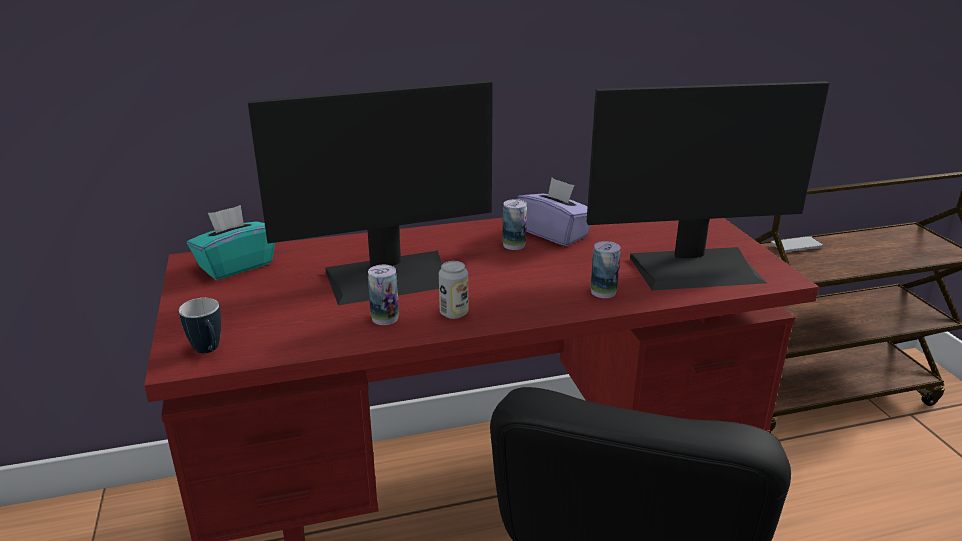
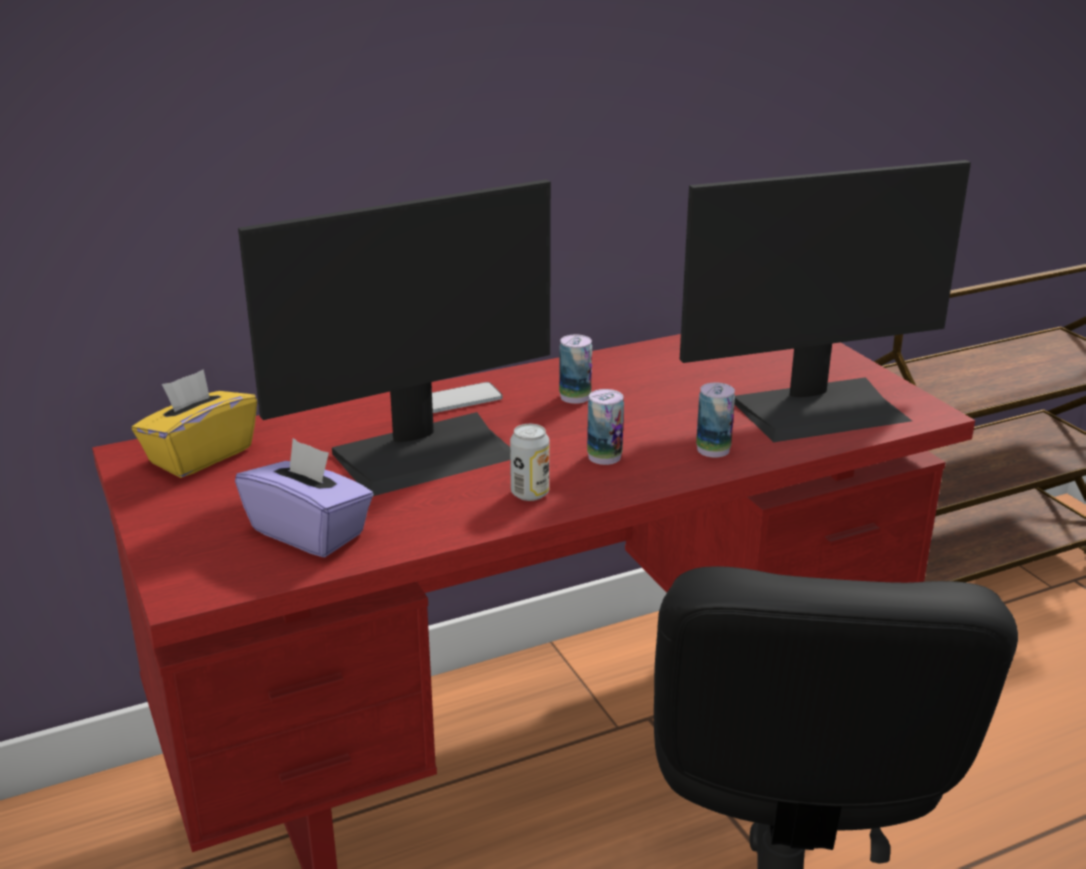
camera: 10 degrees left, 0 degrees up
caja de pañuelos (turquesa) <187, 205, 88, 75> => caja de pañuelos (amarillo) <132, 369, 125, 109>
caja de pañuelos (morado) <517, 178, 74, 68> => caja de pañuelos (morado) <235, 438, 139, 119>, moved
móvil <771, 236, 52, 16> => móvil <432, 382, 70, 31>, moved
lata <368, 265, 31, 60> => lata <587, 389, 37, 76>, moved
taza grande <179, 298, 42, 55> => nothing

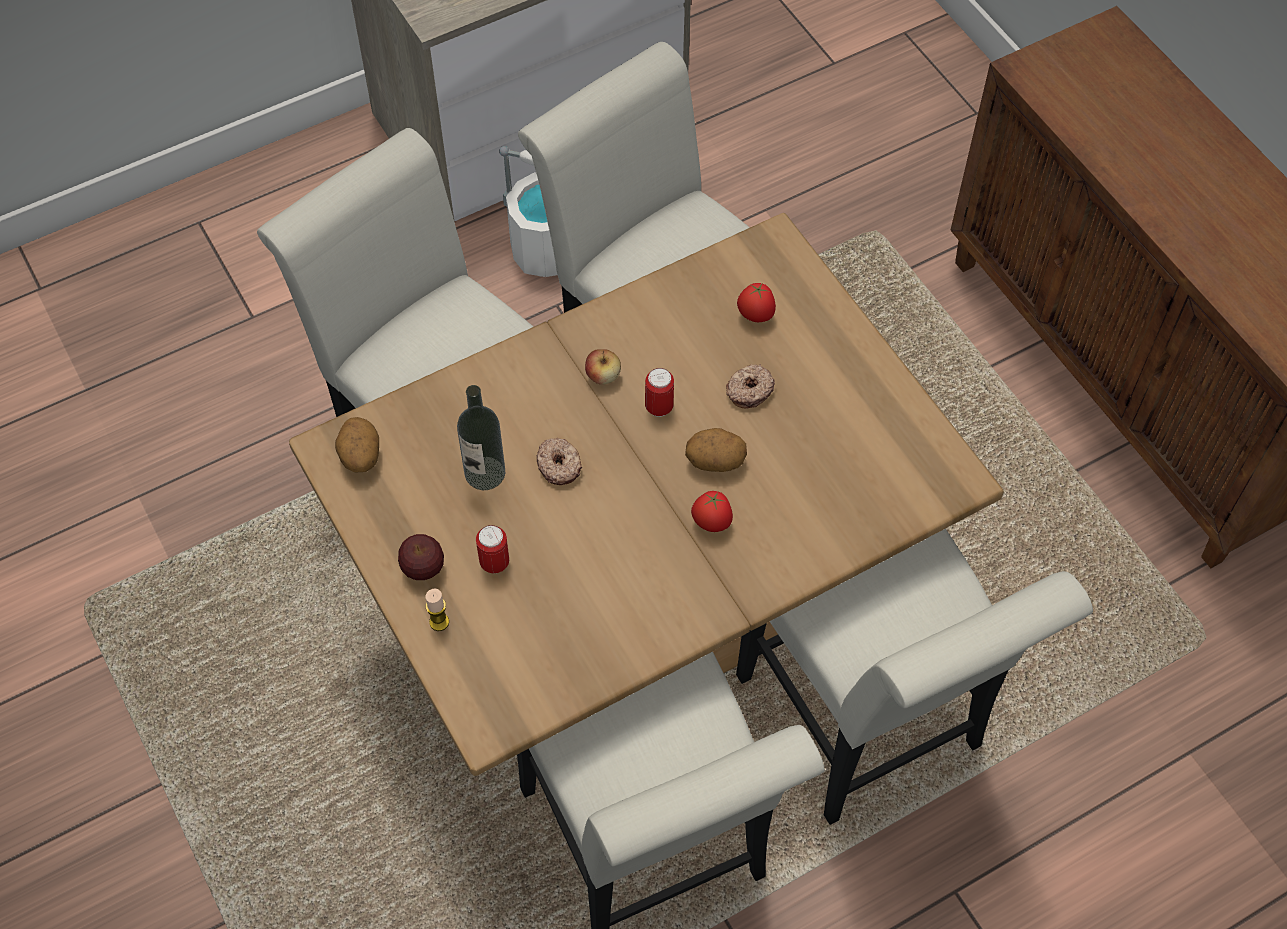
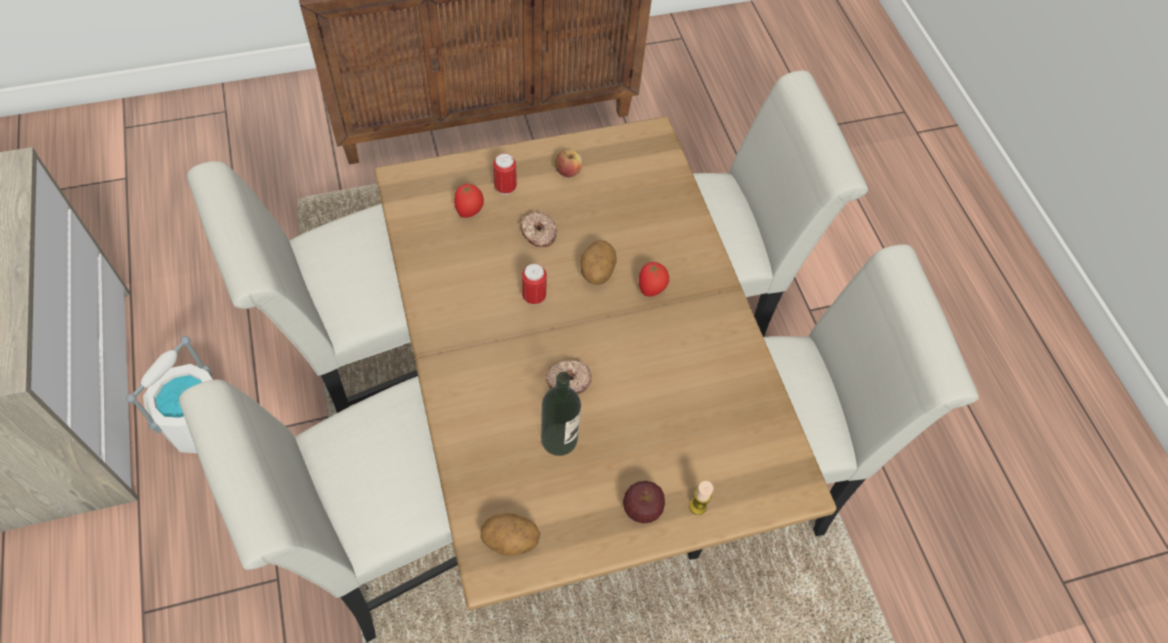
camera: 80 degrees left, 0 degrees up
lata <476, 525, 33, 48> => lata <493, 153, 24, 42>, moved
manzana <585, 349, 36, 36> => manzana <555, 149, 27, 28>, moved

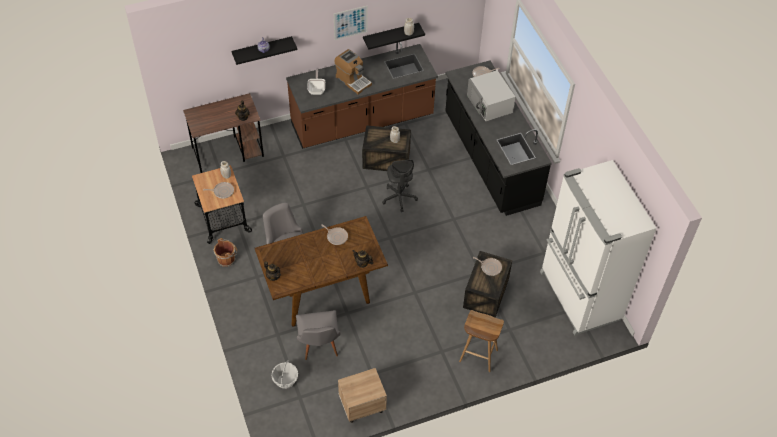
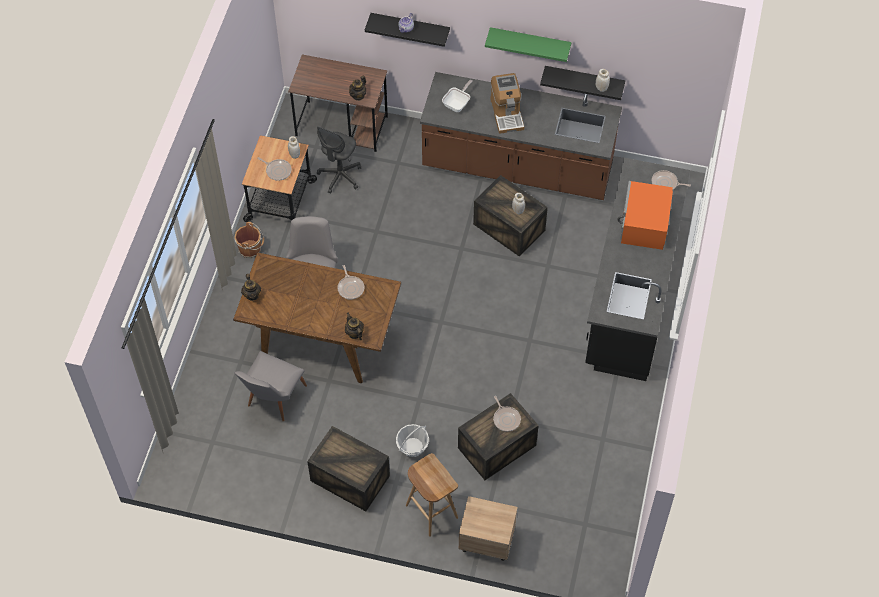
camera: 35 degrees right, 5 degrees up
nothing => caja de embalaje <307, 426, 83, 85>
silla de oficina (gris) <382, 160, 36, 52> => silla de oficina (gris) <317, 127, 44, 67>, moved
cesta <272, 360, 26, 29> => cesta <396, 424, 33, 33>, moved
mesita de noche (beis) <338, 368, 49, 55> => mesita de noche (beis) <458, 496, 60, 65>, moved
cuadro <334, 6, 33, 34> => estante (verde) <485, 27, 86, 35>
microondas (blanco) <467, 70, 48, 51> => microondas (naranja) <617, 181, 56, 69>
nevera (blanco) <540, 160, 117, 175> => nothing

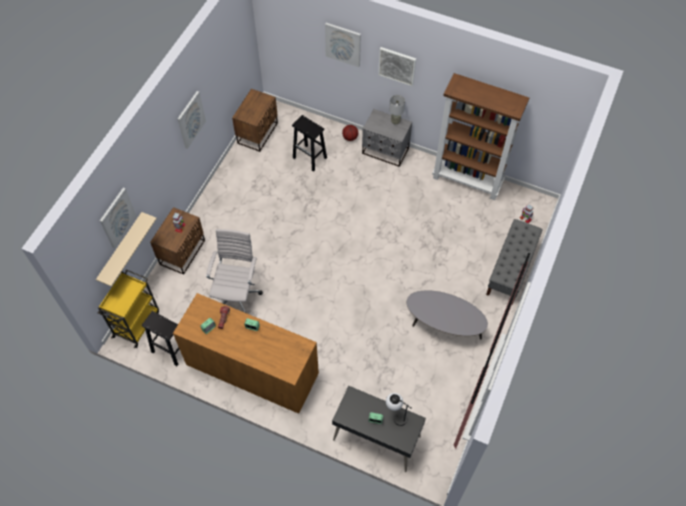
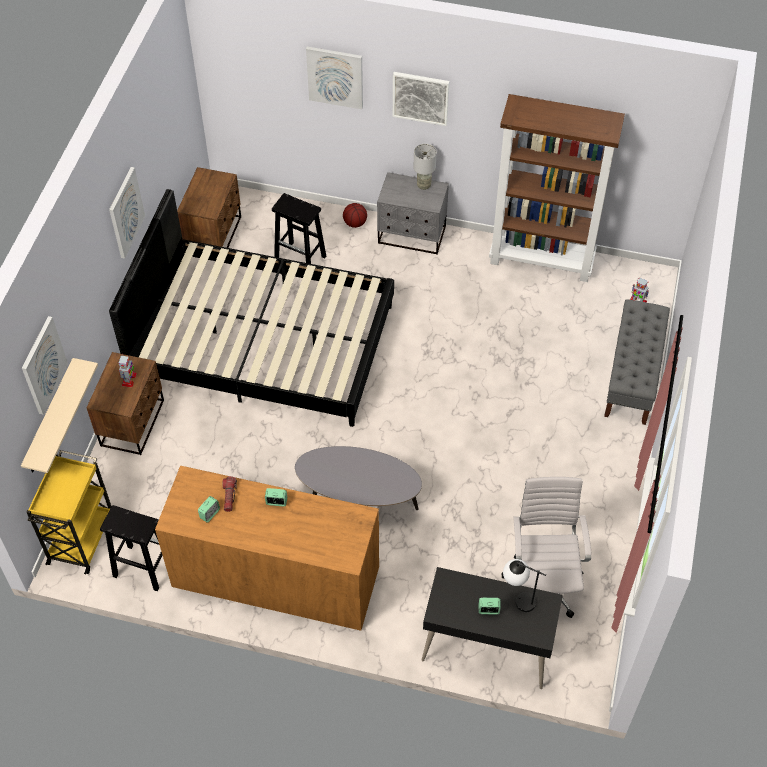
camera: 10 degrees left, 5 degrees down
nothing => cama (negro) <109, 189, 285, 238>
mesa de centro (gris) <407, 290, 81, 49> => mesa de centro (gris) <295, 446, 127, 64>, moved
silla de oficina (blanco) <206, 229, 57, 84> => silla de oficina (blanco) <501, 477, 91, 141>, moved

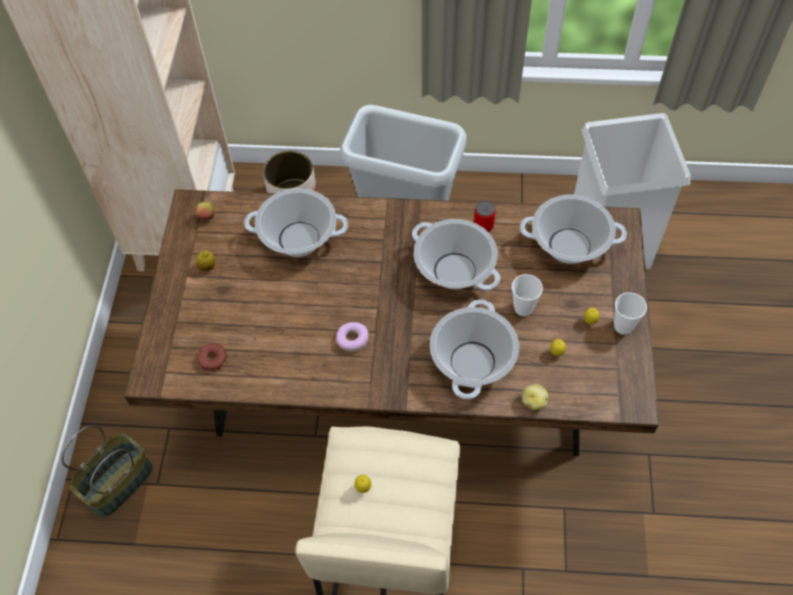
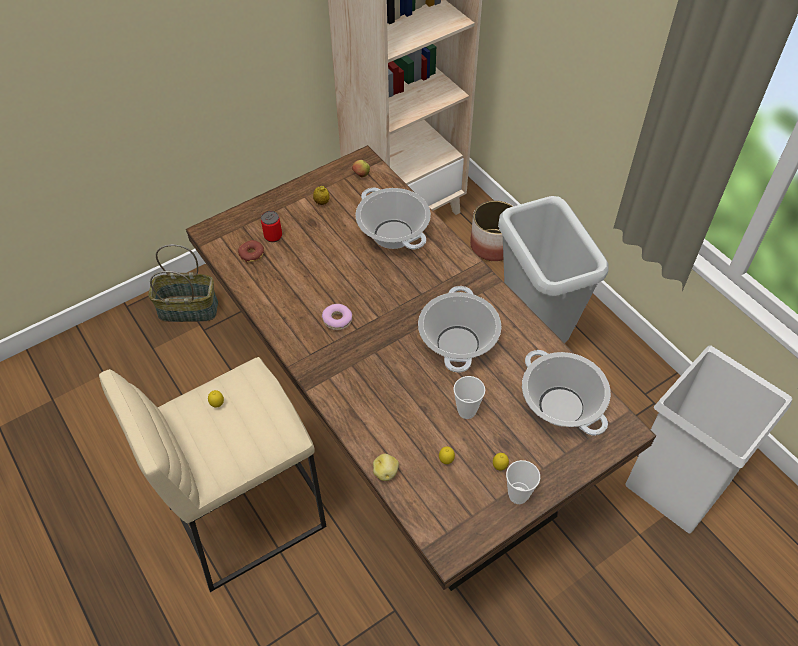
camera: 50 degrees right, 5 degrees down
lata <474, 200, 22, 32> => lata <261, 211, 21, 31>, moved
olla <430, 299, 89, 100> => nothing

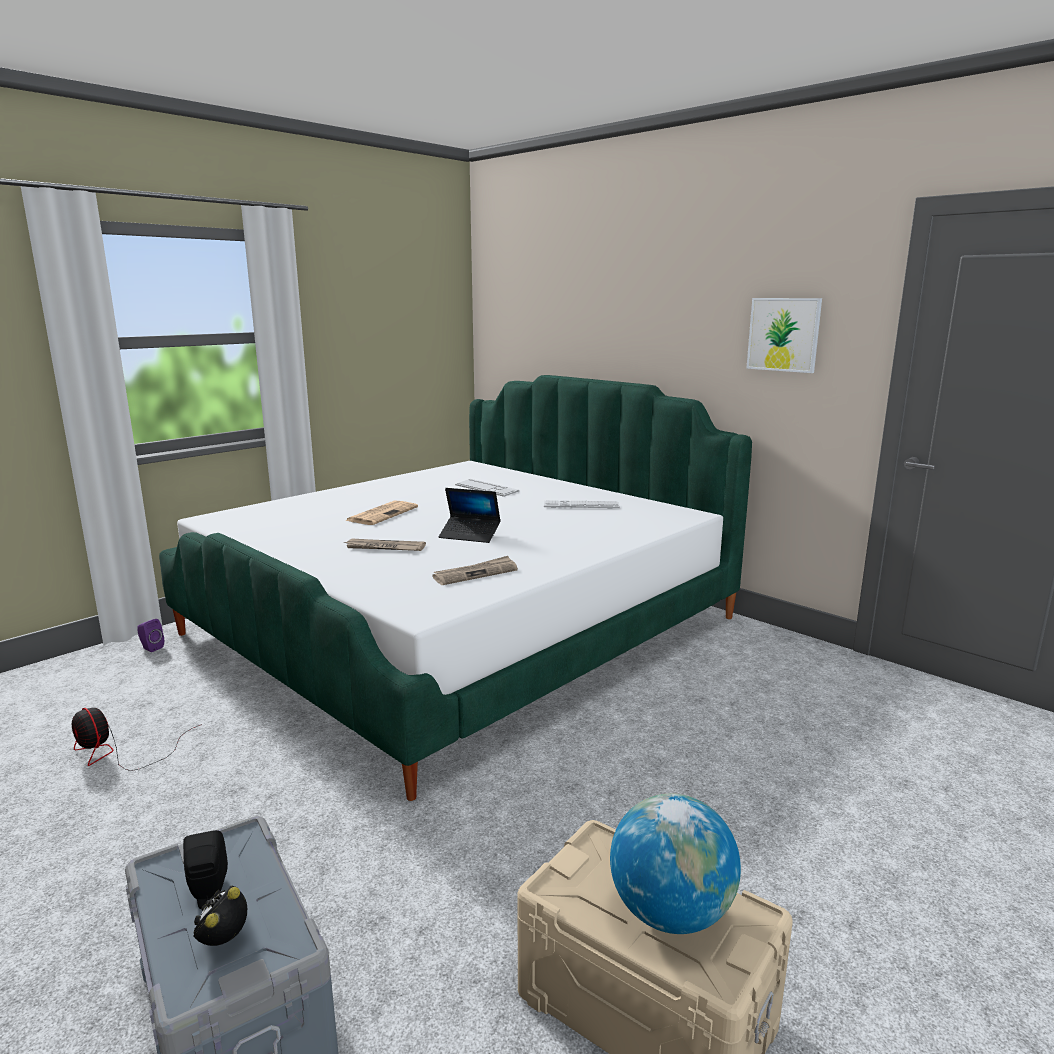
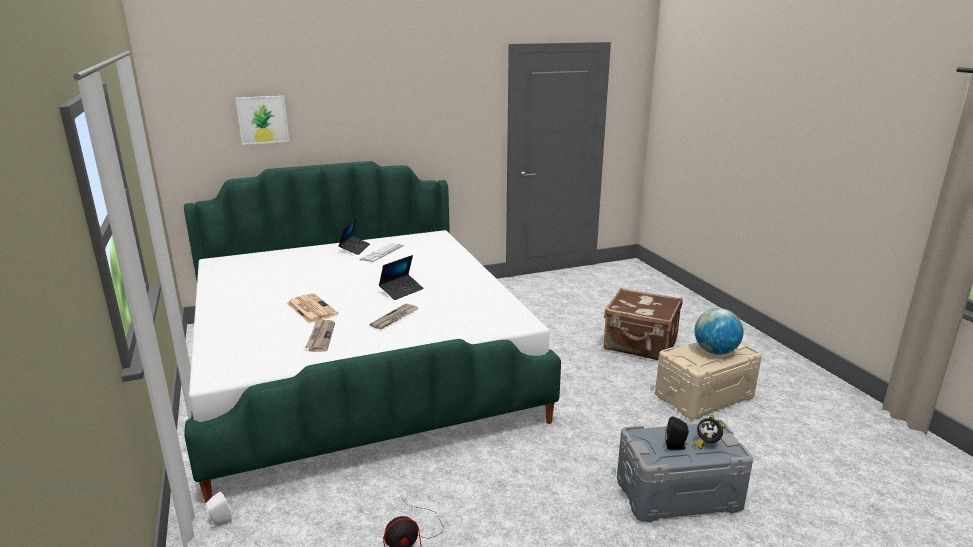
camera: 65 degrees left, 5 degrees up
altavoz (morado) <137, 619, 27, 33> => altavoz (blanco) <206, 492, 26, 36>
cuadro <746, 298, 76, 75> => cuadro <236, 96, 53, 49>, moved
periódico <432, 556, 86, 29> => periódico <305, 319, 30, 33>, moved
nothing => portátil <338, 218, 32, 37>
nothing => maleta (marrón) <603, 288, 80, 72>
teclado <455, 479, 64, 18> => nothing

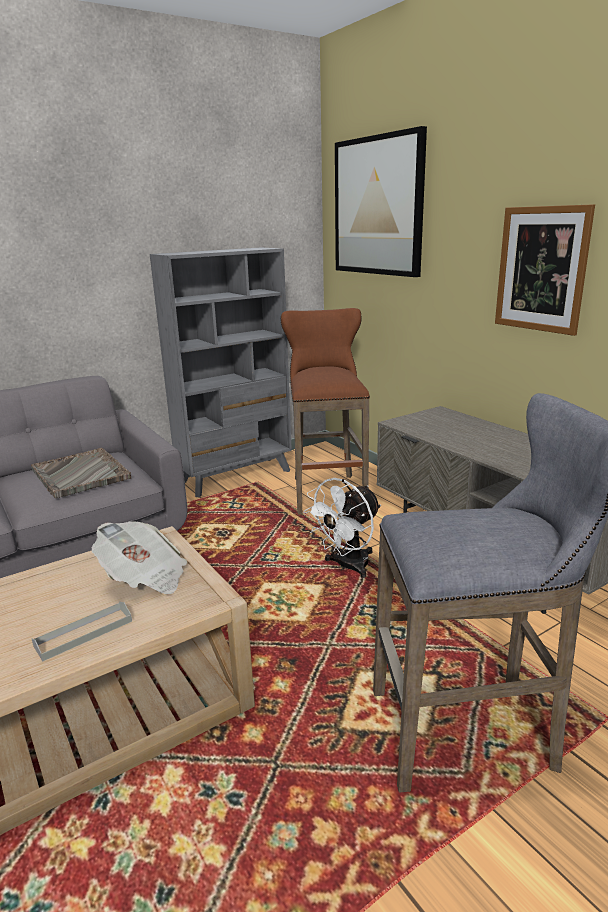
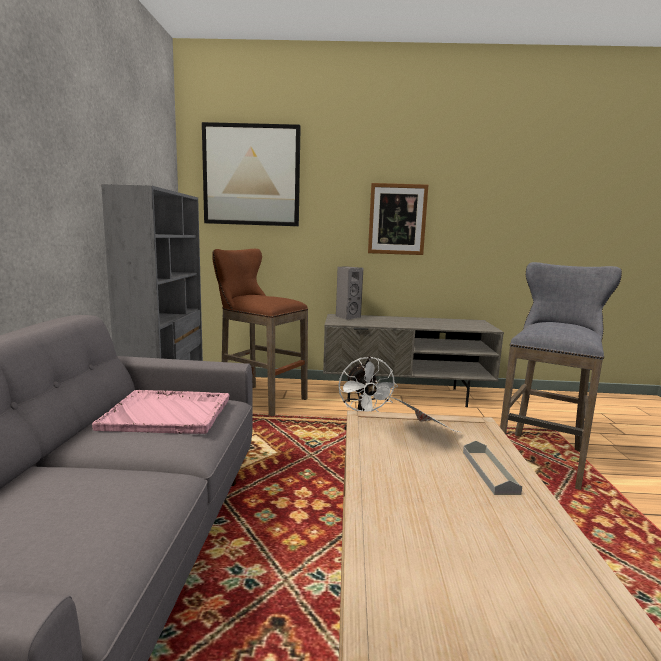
camera: 55 degrees left, 10 degrees down
bandeja (gris) <31, 448, 100, 50> => bandeja (rosa) <92, 390, 138, 44>
nothing => altavoz (gris) <336, 266, 27, 54>

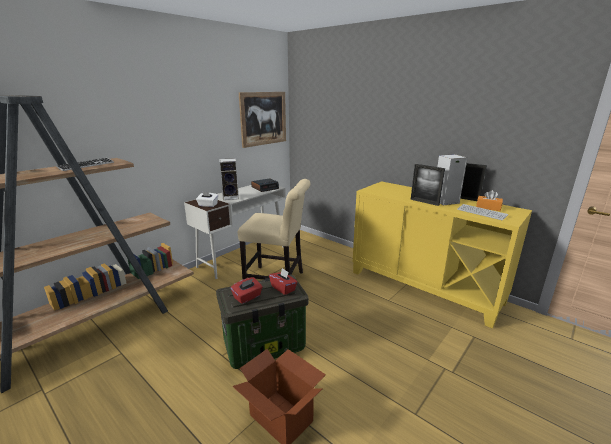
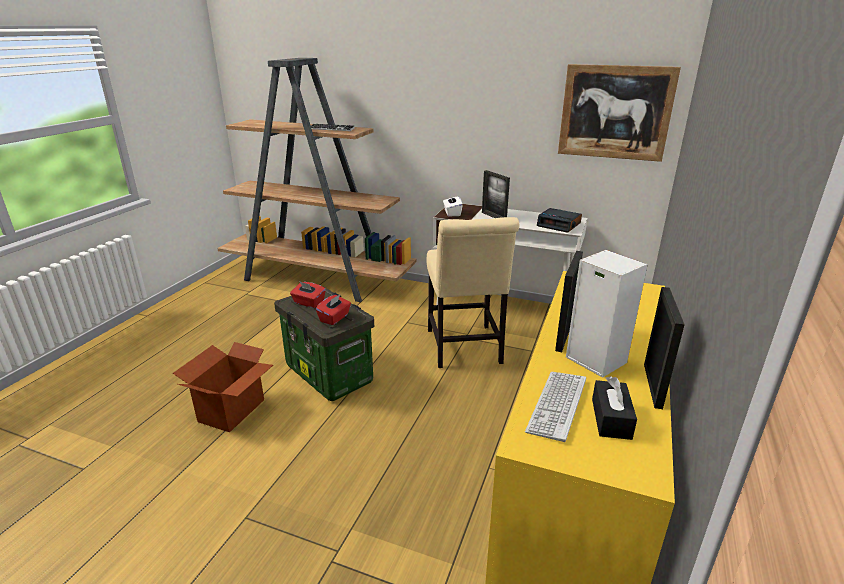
camera: 70 degrees right, 5 degrees up
altavoz <219, 158, 20, 42> => portarretratos <482, 170, 28, 48>
caja de pañuelos (naranja) <476, 190, 27, 21> => caja de pañuelos (negro) <592, 376, 45, 64>

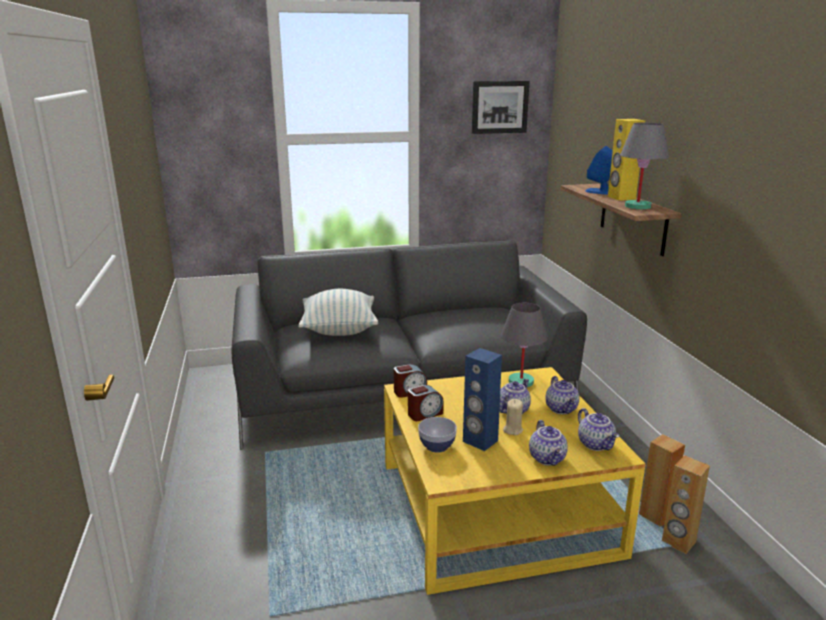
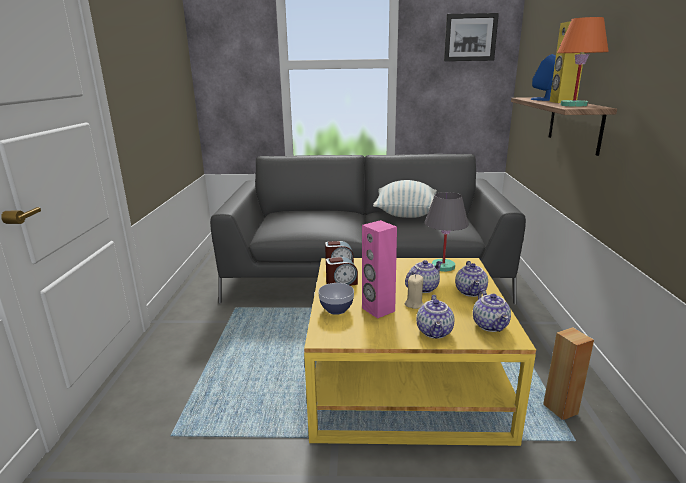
camera: 15 degrees right, 0 degrees up
altavoz (azul) <463, 348, 39, 103> => altavoz (rosa) <362, 220, 35, 98>
cojín <298, 289, 80, 47> => cojín <373, 180, 64, 38>, moved
lámpara de mesa (gris) <620, 122, 49, 87> => lámpara de mesa (naranja) <557, 17, 52, 90>
altavoz (marrón) <662, 456, 48, 98> => nothing

